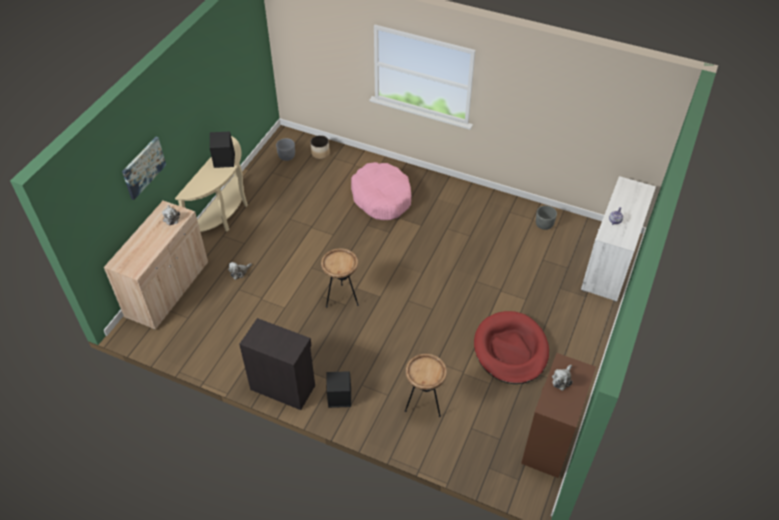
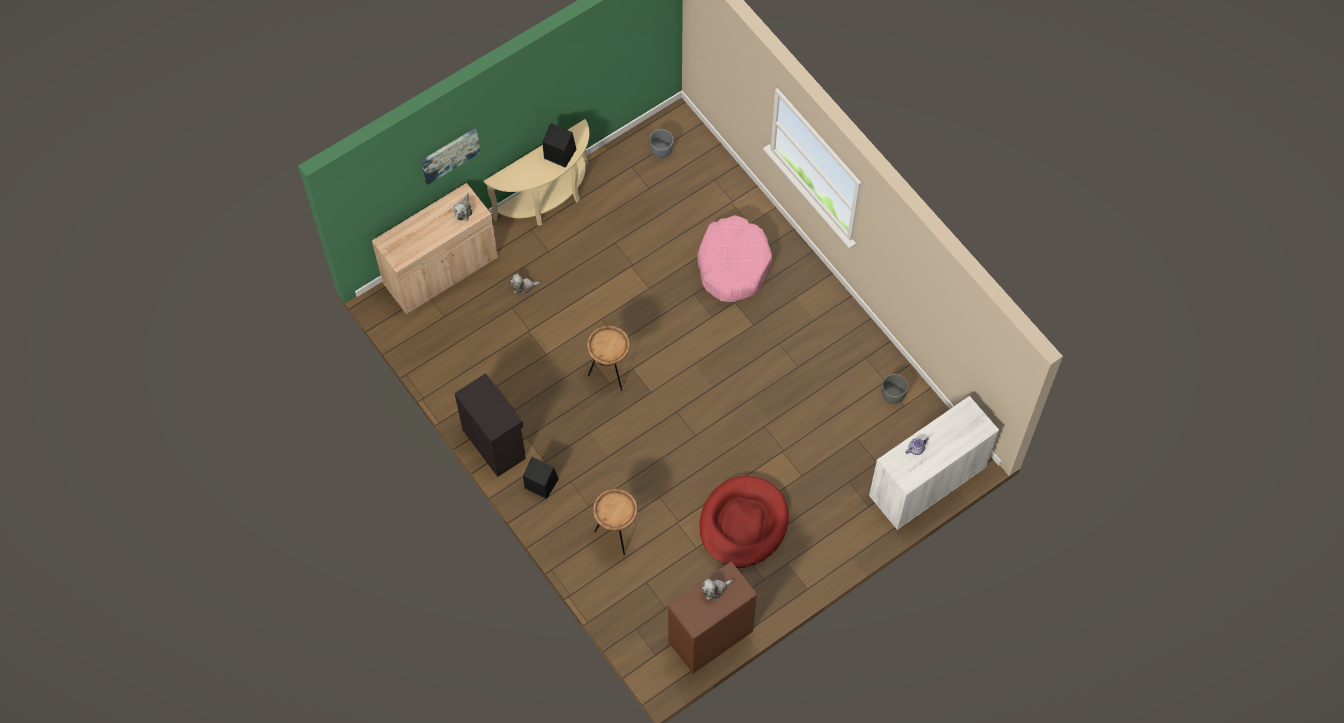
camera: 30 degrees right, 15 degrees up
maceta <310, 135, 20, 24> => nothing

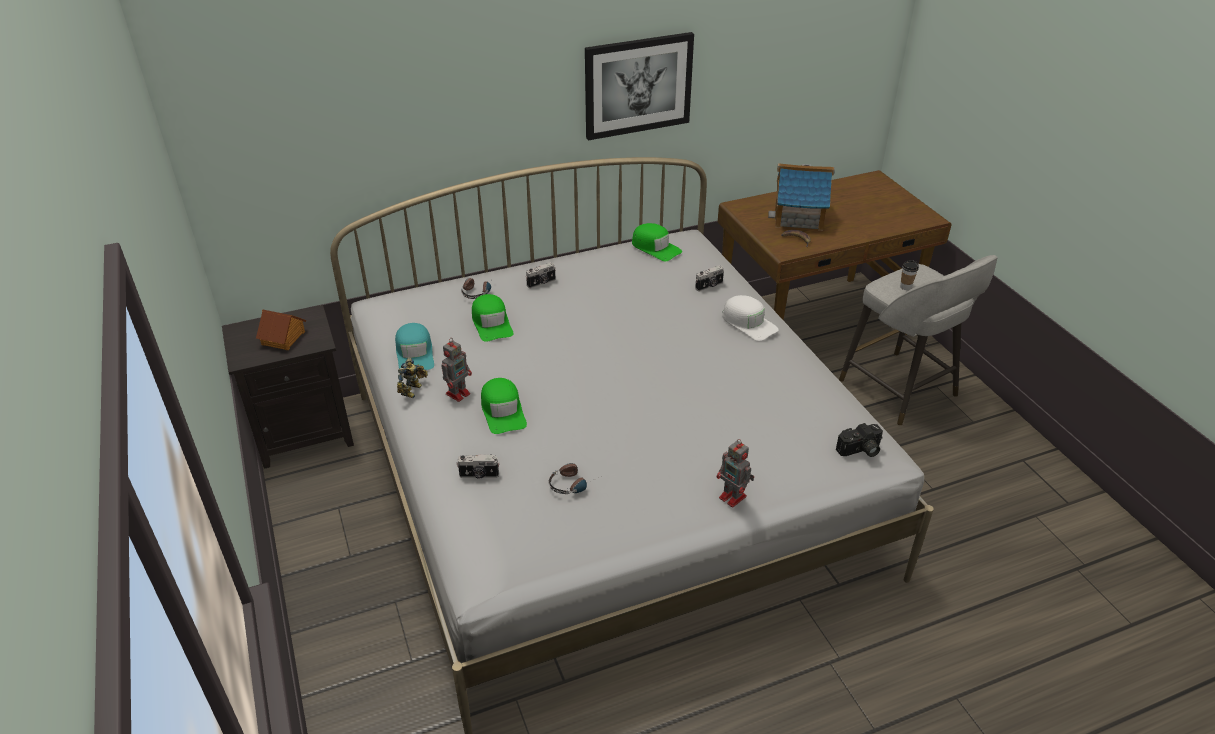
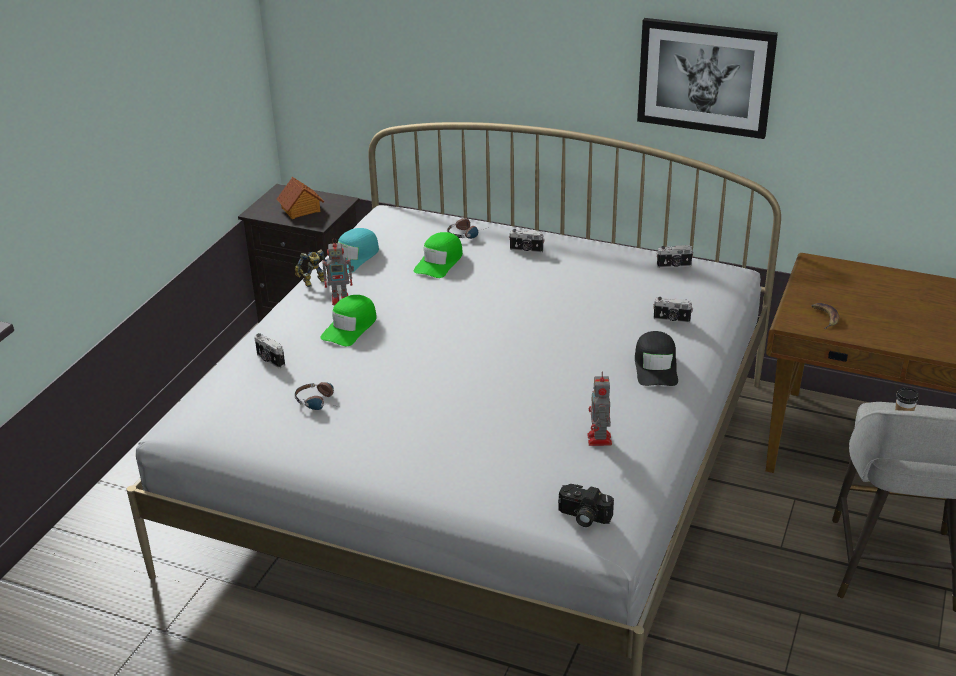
camera: 45 degrees right, 5 degrees down
robot de juguete <717, 439, 37, 68> => robot de juguete <587, 371, 25, 75>, moved
gorra (blanco) <722, 295, 57, 46> => gorra (negro) <635, 331, 43, 55>
gorra (verde) <632, 223, 50, 38> => cámara <656, 245, 38, 23>
casita <768, 163, 67, 68> => nothing

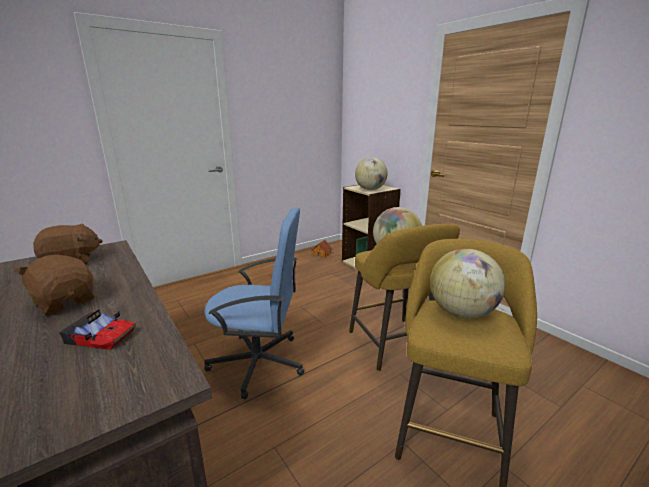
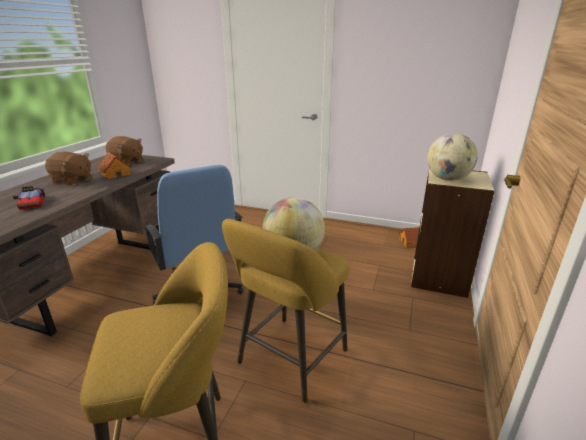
camera: 55 degrees right, 5 degrees up
peluche (marrón) <14, 253, 81, 63> => peluche (marrón) <45, 152, 47, 34>, 105 degrees clockwise
nothing => casita <97, 152, 35, 27>
globo terráqueo <430, 249, 76, 70> => nothing

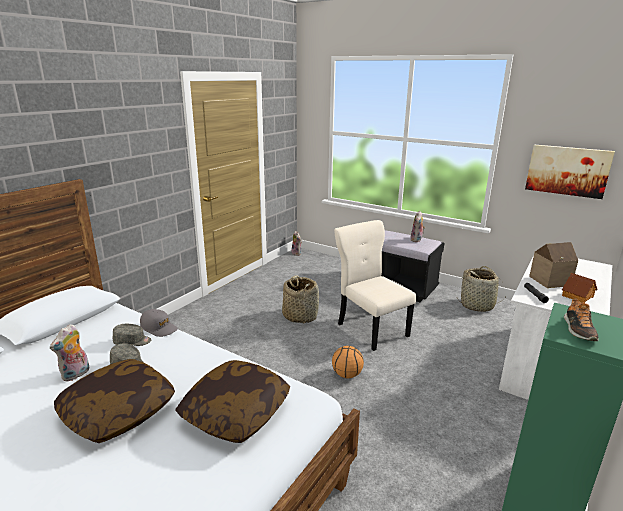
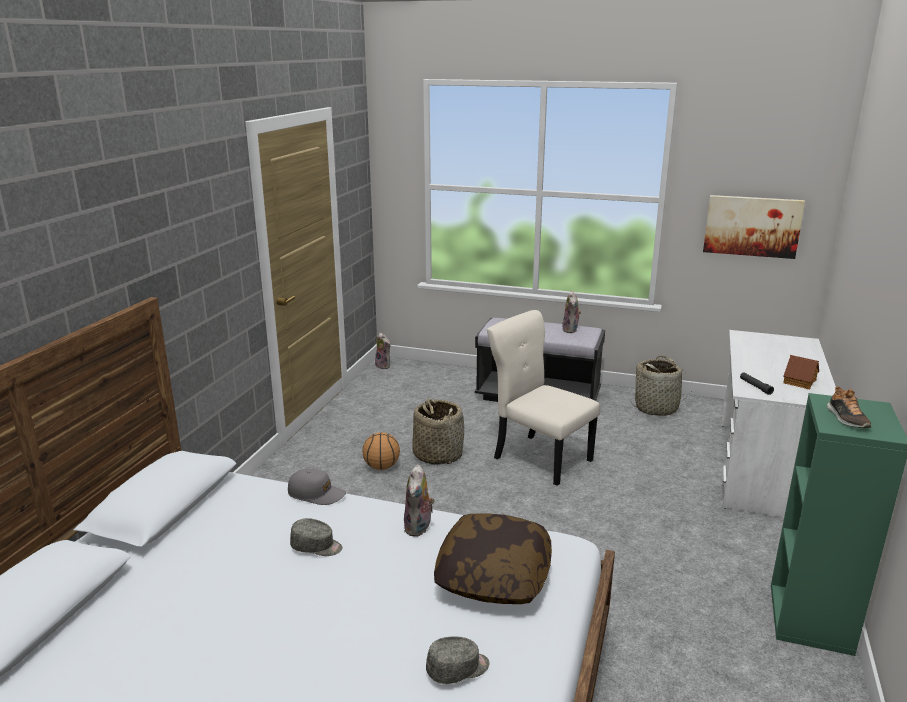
camera: 15 degrees left, 0 degrees up
balón de baloncesto <332, 346, 32, 32> => balón de baloncesto <362, 432, 38, 38>, moved
peluche <50, 324, 40, 58> => peluche <404, 464, 31, 73>, moved
gorra (gris) <113, 324, 38, 22> => gorra (gris) <426, 637, 64, 47>, moved
cojín <54, 359, 121, 84> => nothing
casita <529, 242, 49, 46> => nothing

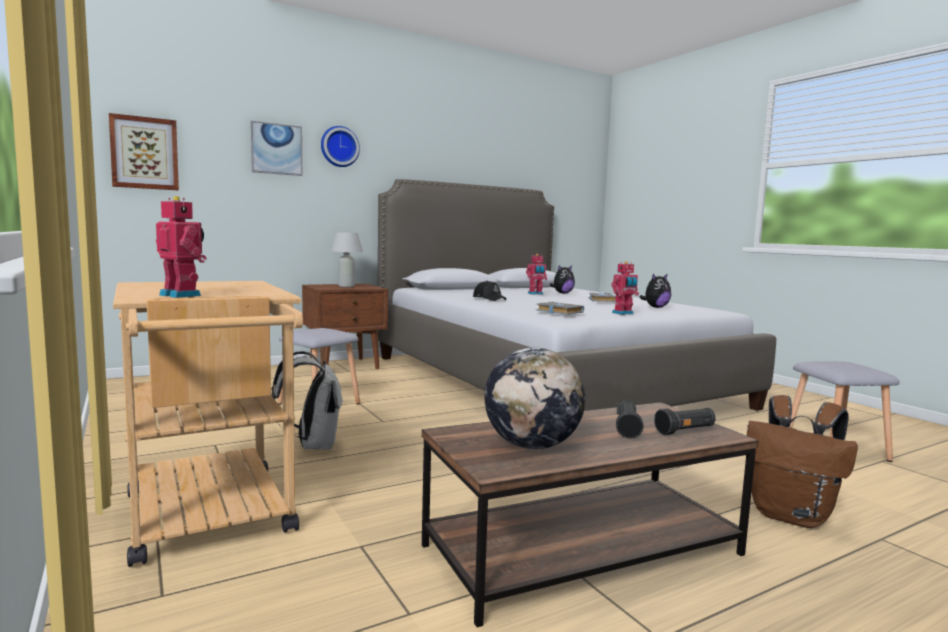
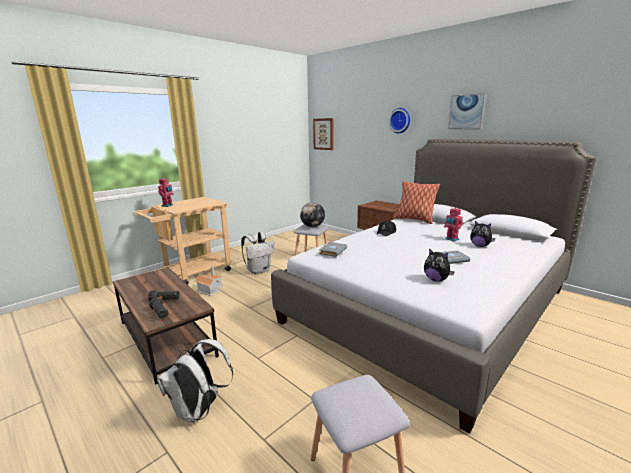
camera: 75 degrees right, 10 degrees up
mochila (marrón) <747, 395, 111, 133> => mochila (blanco) <157, 339, 76, 84>
nothing => casita <194, 266, 29, 30>
globo terráqueo <484, 347, 101, 102> => globo terráqueo <300, 202, 25, 25>, moved
nothing => cojín <395, 181, 45, 43>
cuadro <251, 121, 51, 55> => cuadro <448, 93, 38, 36>, moved
lámpara de mesa (blanco) <330, 232, 33, 55> => nothing
robot de juguete <611, 261, 28, 54> => nothing

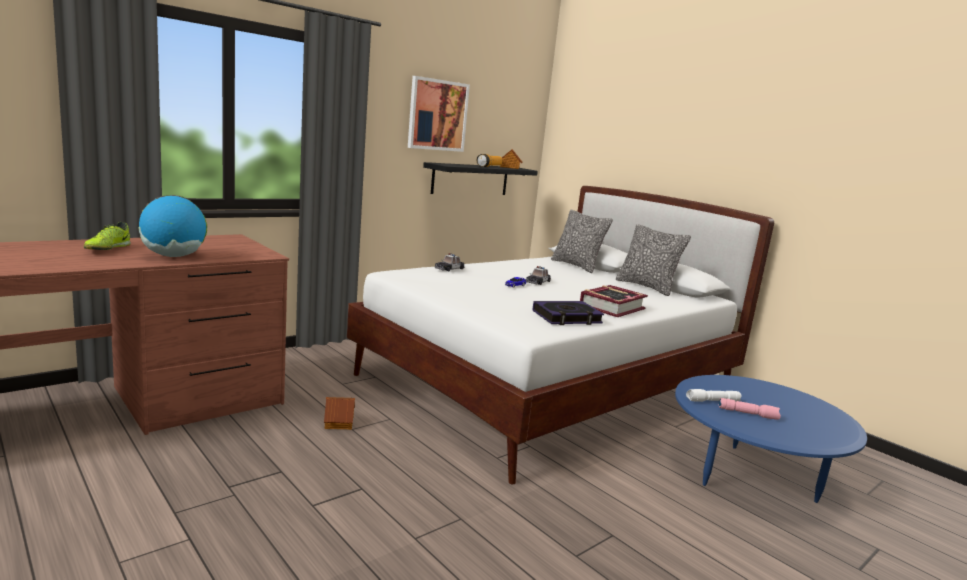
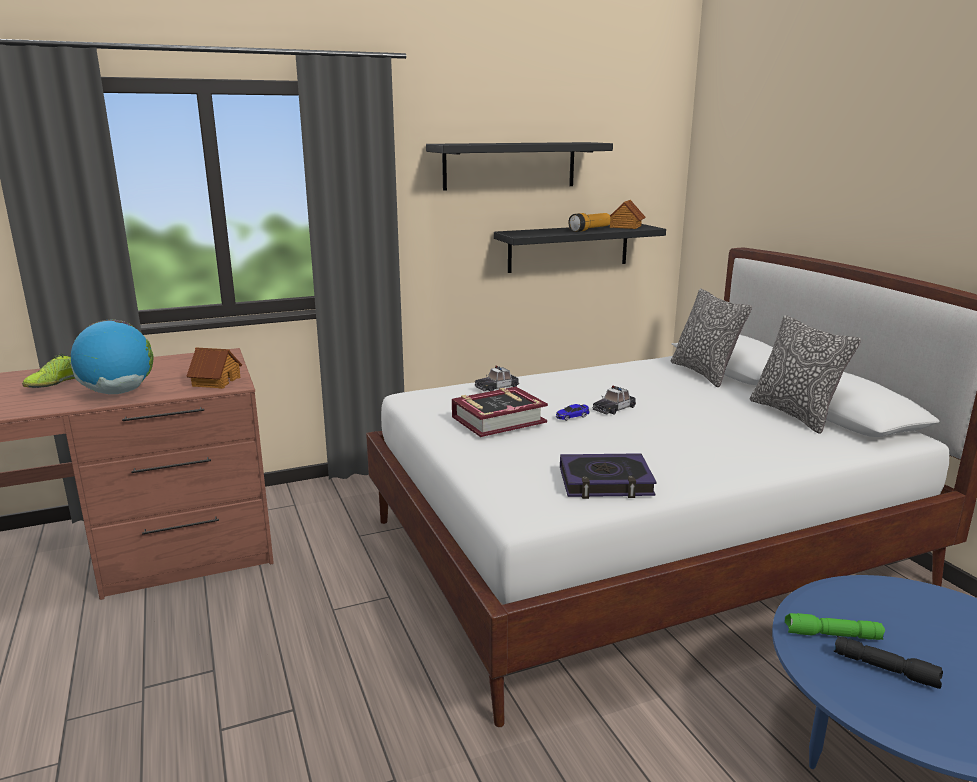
camera: 20 degrees right, 5 degrees up
casita <324, 397, 31, 33> => casita <186, 347, 56, 42>, moved
cuadro <408, 76, 62, 76> => estante (negro) <426, 142, 187, 49>
libro <580, 285, 68, 32> => libro <452, 387, 96, 50>, moved
linterna (blanco) <686, 389, 56, 13> => linterna (verde) <785, 613, 100, 27>
linterna (rosa) <718, 398, 63, 22> => linterna (negro) <833, 636, 110, 53>

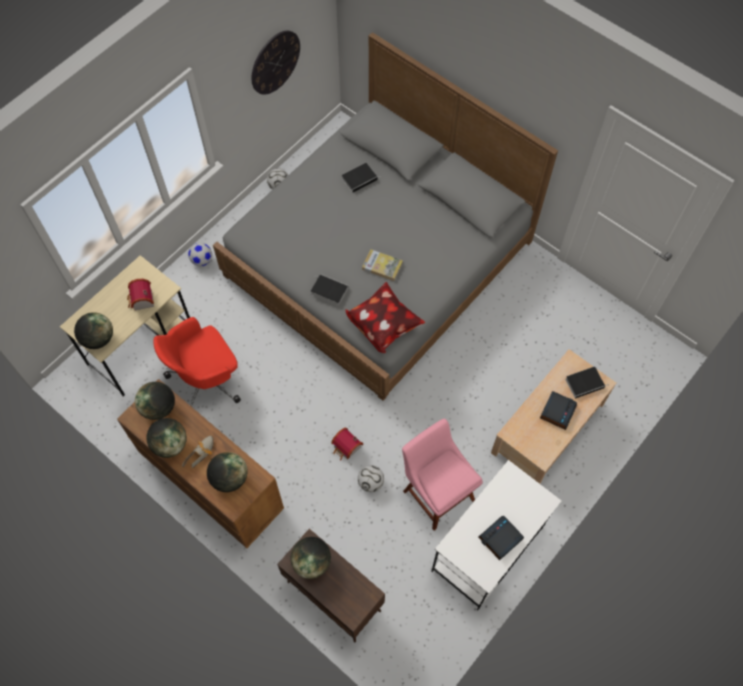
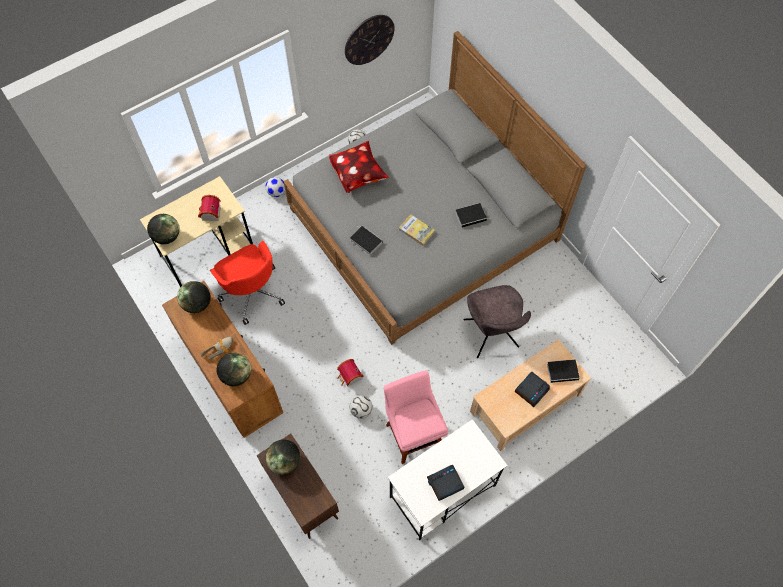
camera: 15 degrees right, 0 degrees up
silla de oficina (rojo) <153, 317, 88, 90> => silla de oficina (rojo) <210, 241, 75, 84>, 105 degrees counterclockwise
cojín <345, 282, 80, 71> => cojín <329, 141, 60, 52>, moved
libro <342, 163, 38, 30> => libro <455, 203, 36, 25>, moved
nothing => silla (gris) <464, 285, 67, 73>
globo terráqueo <146, 418, 41, 40> => nothing

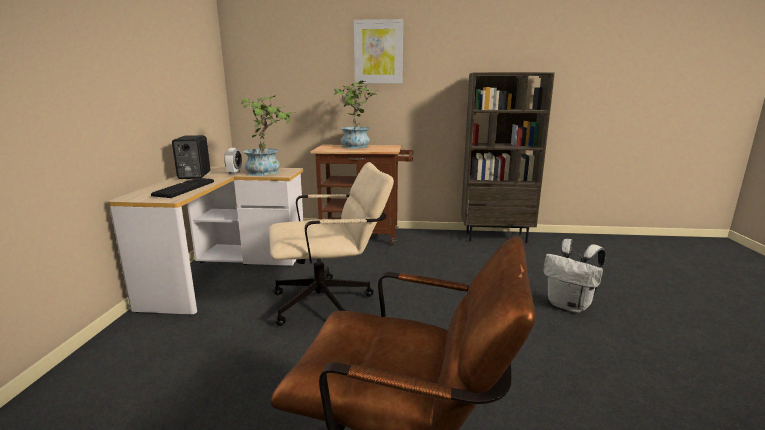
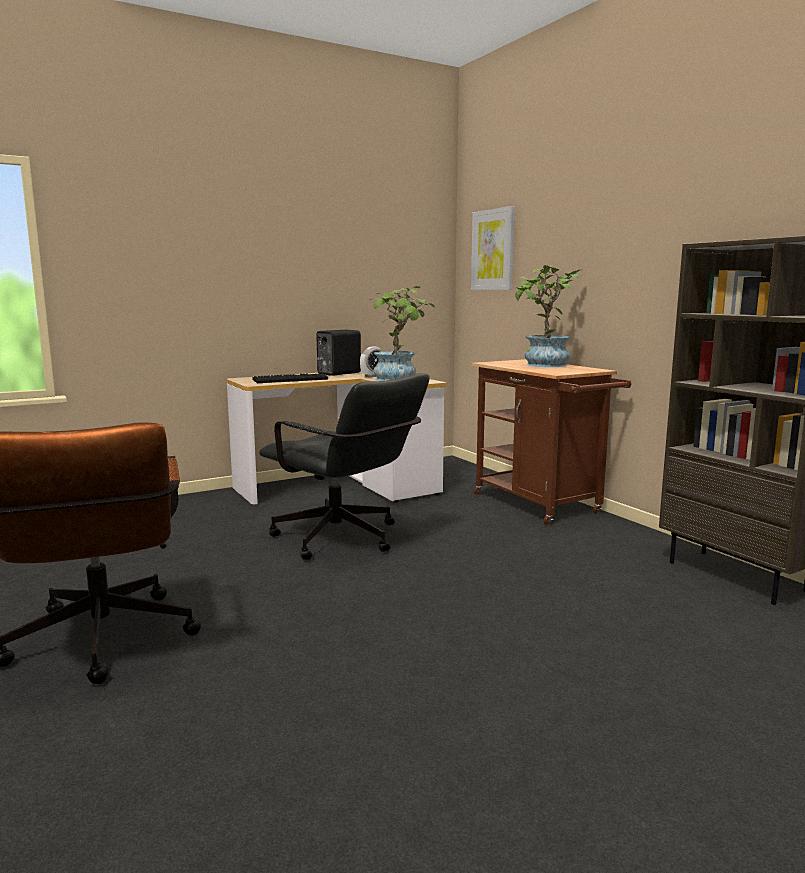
camera: 55 degrees right, 5 degrees down
silla de oficina (beis) <269, 162, 125, 164> => silla de oficina (negro) <259, 373, 171, 187>
cuadro <354, 19, 49, 65> => cuadro <471, 206, 44, 84>, moved
mochila (blanco) <543, 239, 63, 74> => nothing

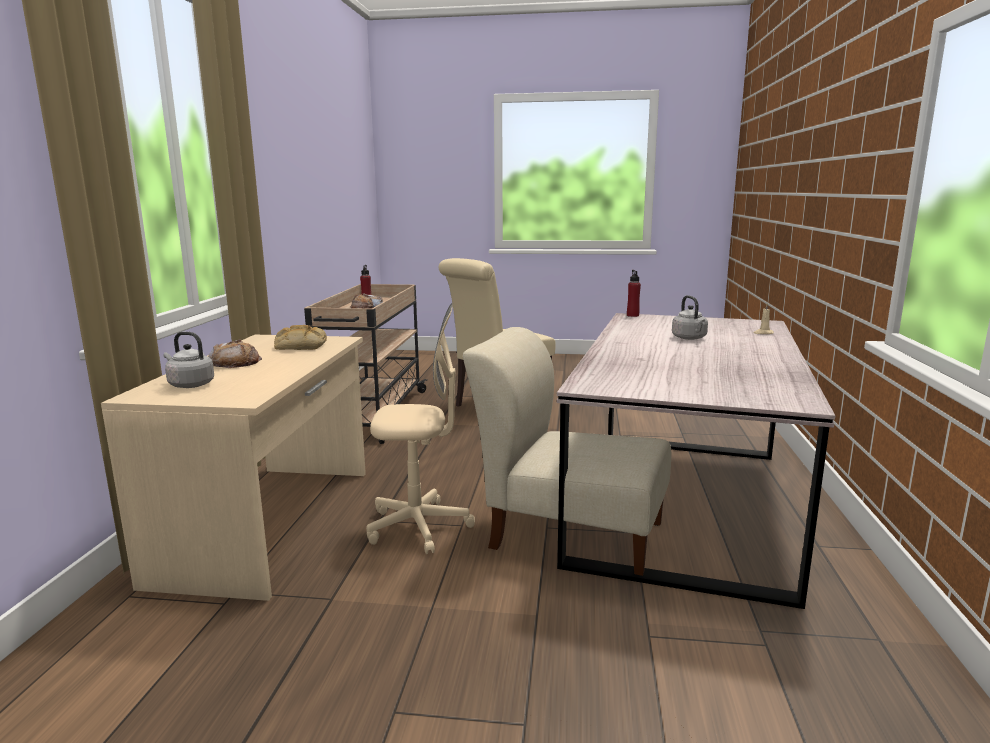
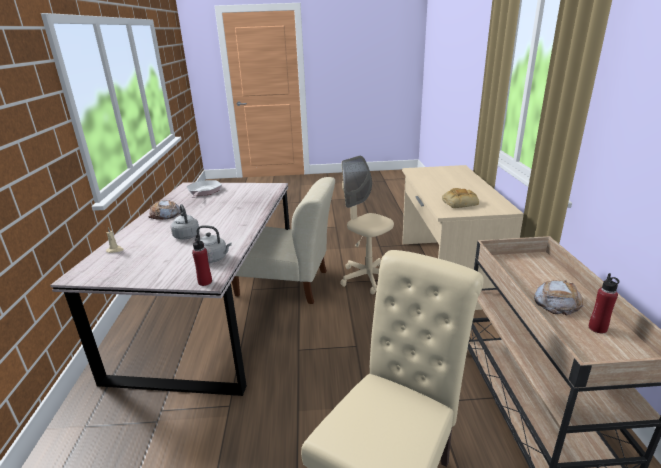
camera: 170 degrees right, 10 degrees up
pan <208, 339, 54, 29> => pan <148, 200, 33, 20>, moved
nothing => sartén <186, 180, 36, 18>
hervidor (gris) <164, 332, 50, 56> => hervidor (gris) <196, 225, 35, 38>, moved
silla de oficina (beis) <366, 303, 109, 251> => silla de oficina (beis) <340, 156, 54, 139>, 60 degrees clockwise

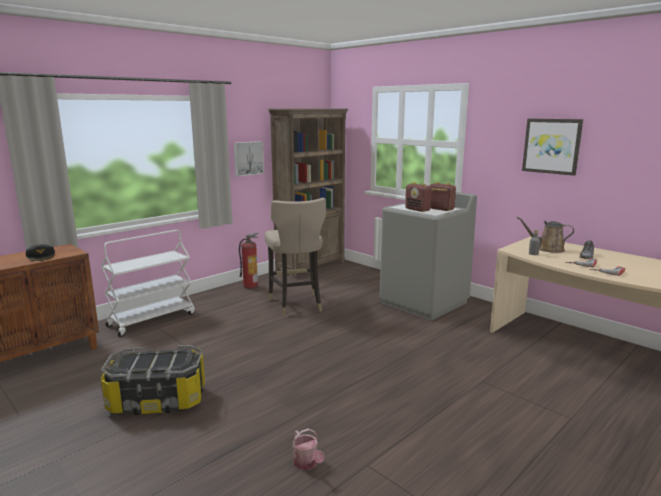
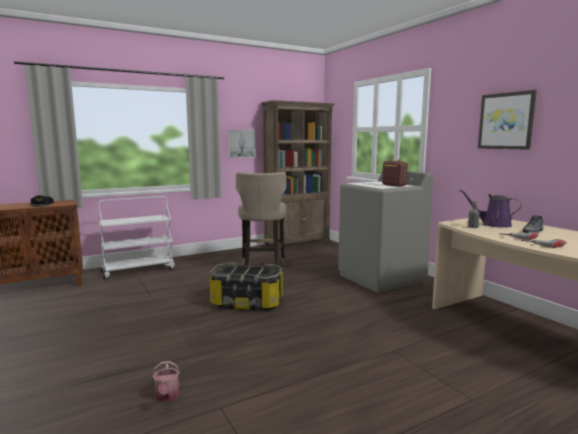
camera: 15 degrees right, 5 degrees down
caja de almacenaje <101, 345, 104, 70> => caja de almacenaje <209, 262, 74, 49>, moved
regadera (marrón) <517, 217, 57, 36> => regadera (morado) <459, 190, 63, 38>
extintor <239, 232, 19, 58> => nothing
radio <405, 182, 27, 30> => nothing

